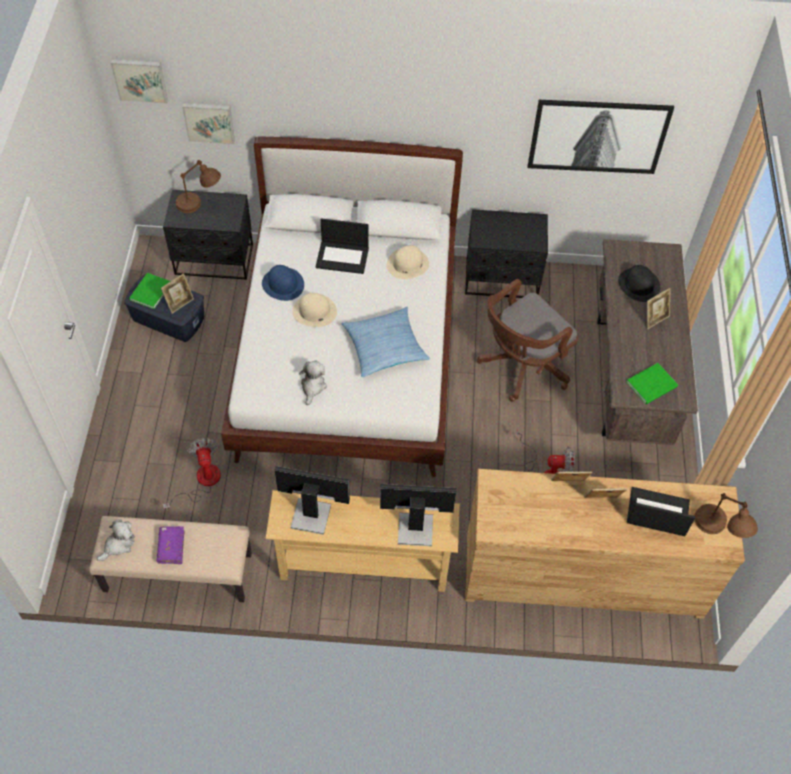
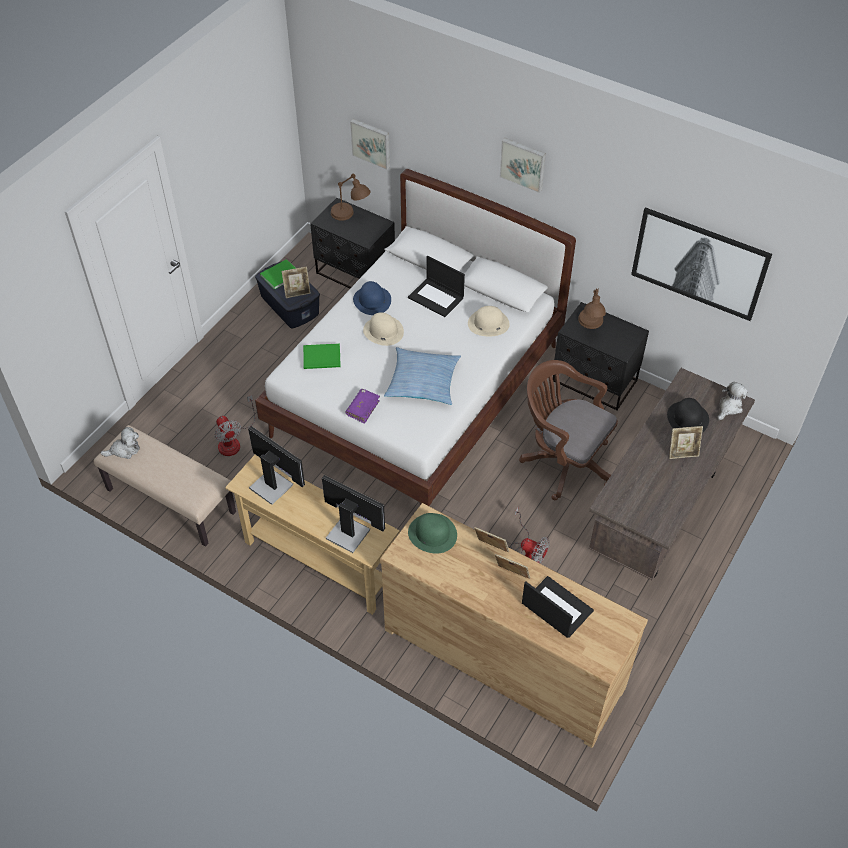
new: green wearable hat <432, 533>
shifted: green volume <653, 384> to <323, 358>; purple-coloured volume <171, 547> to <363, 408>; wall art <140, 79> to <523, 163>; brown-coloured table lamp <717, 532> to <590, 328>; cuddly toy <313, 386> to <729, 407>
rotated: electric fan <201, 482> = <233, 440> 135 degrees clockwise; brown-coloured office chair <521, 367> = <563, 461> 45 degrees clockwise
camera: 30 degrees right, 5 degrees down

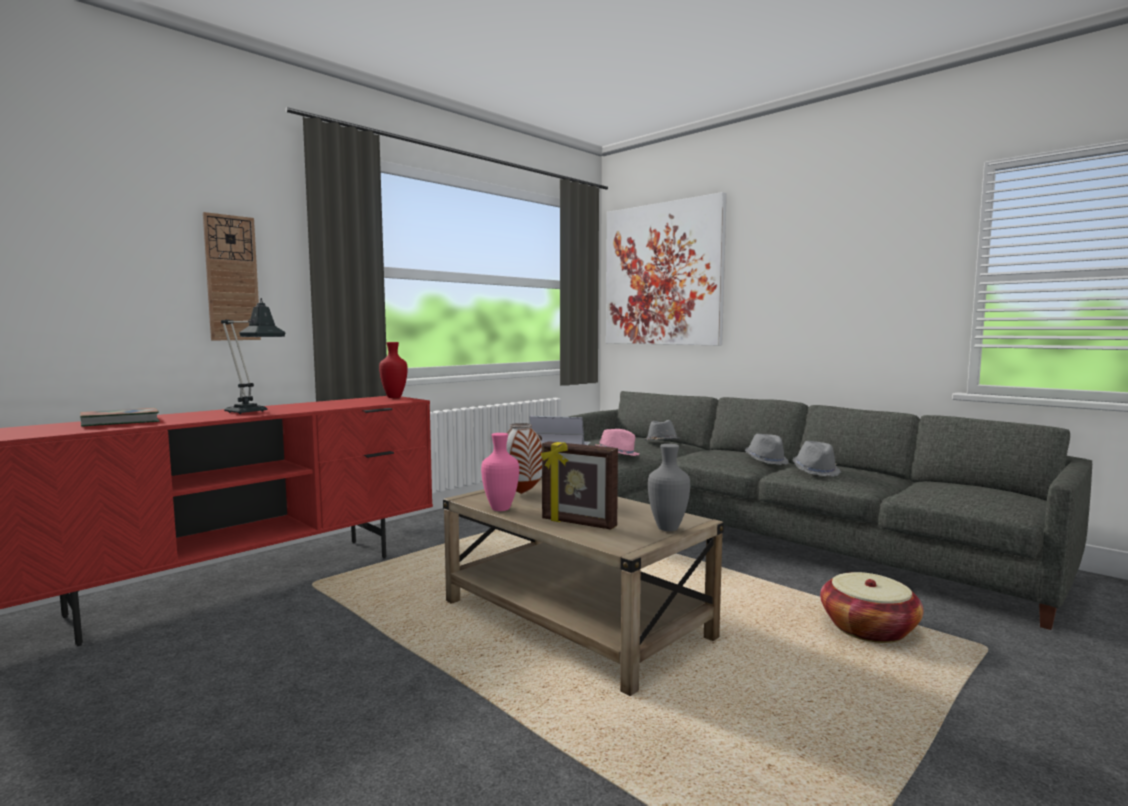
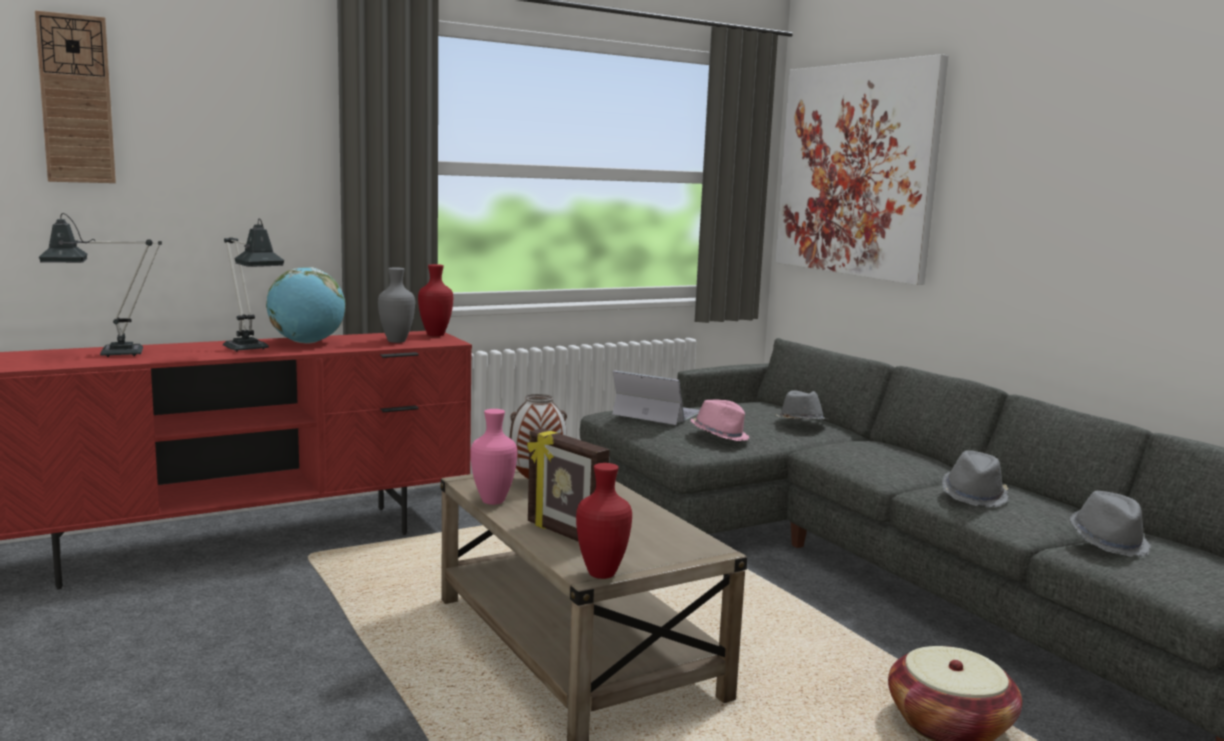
new: desk globe <307, 343>; reddish vase <600, 573>
shifted: hanging clock <232, 278> to <76, 99>; grey vase <669, 529> to <397, 341>; grey wearable hat <766, 460> to <1108, 542>
swapped: volume <120, 422> to table lamp <109, 354>
camera: 15 degrees right, 5 degrees up

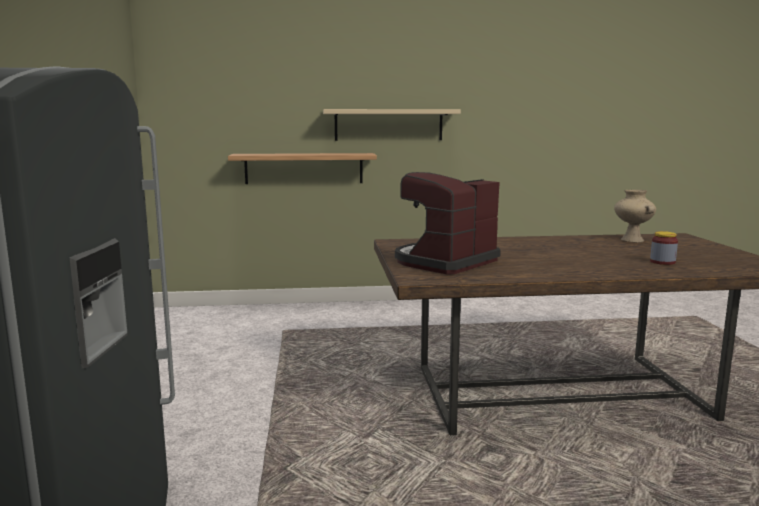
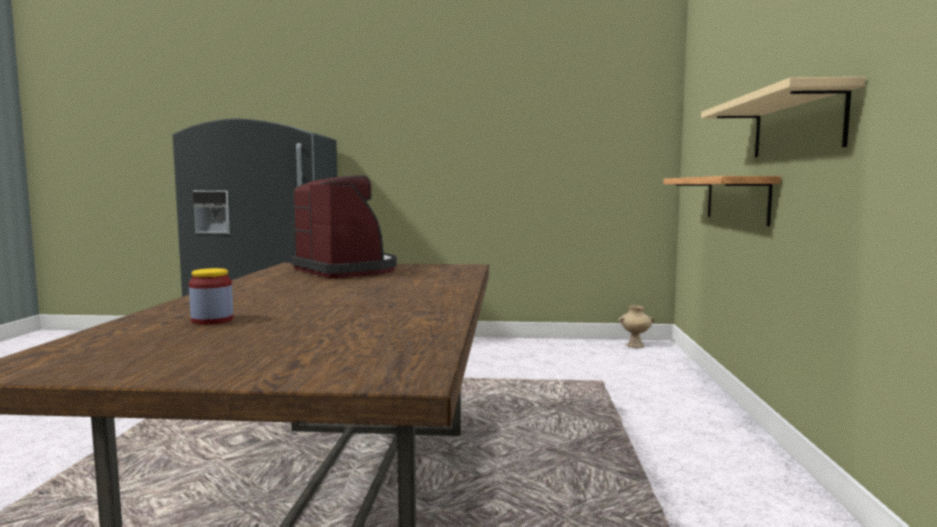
shifted: beige vase <631, 240> to <635, 345>
camera: 100 degrees right, 5 degrees down

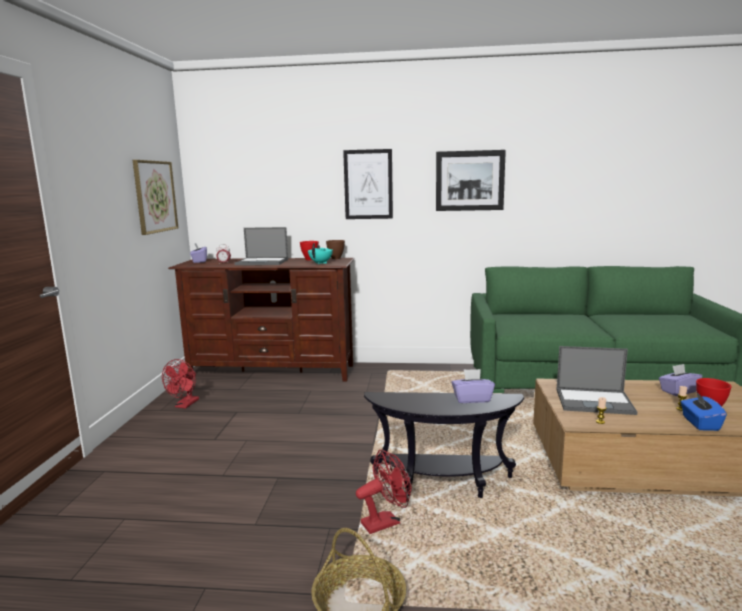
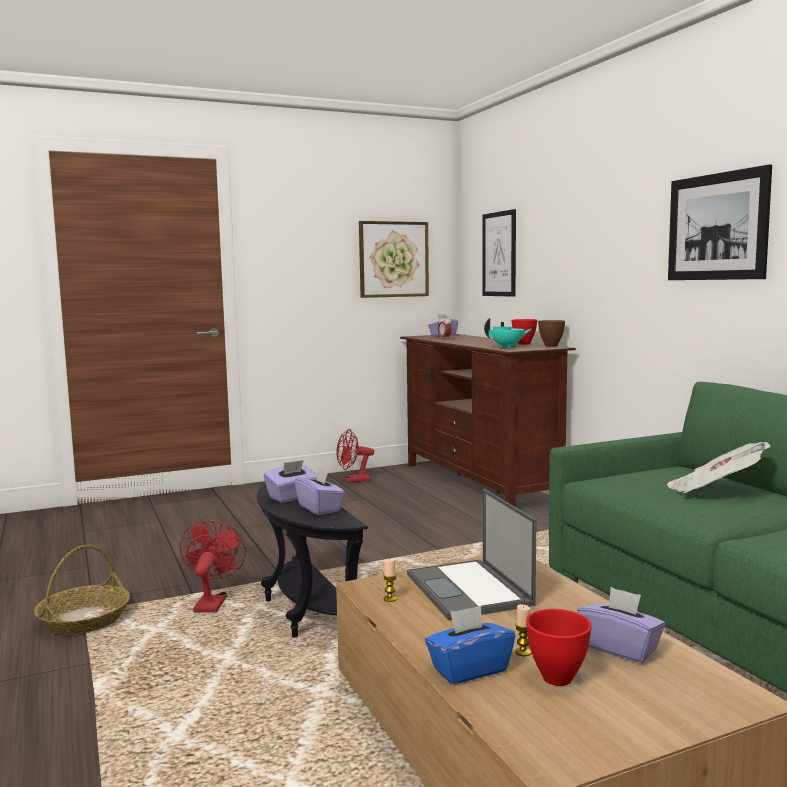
gone: laptop <263, 262>
new: purple-coloured box of tissues <293, 497>; newspaper <714, 491>
shifted: wall art <368, 184> to <499, 254>
rotated: reddish electric fan <385, 522> = <212, 602> 120 degrees counterclockwise
camera: 60 degrees right, 5 degrees down

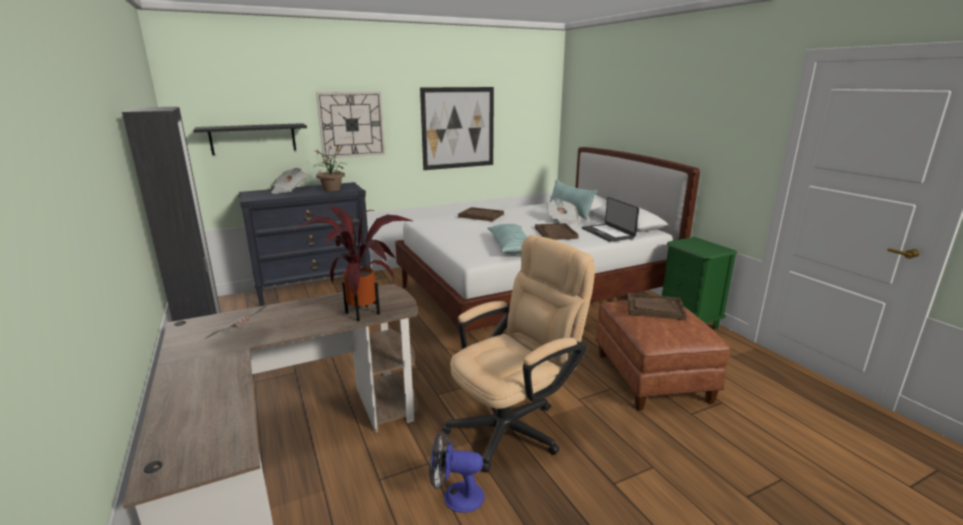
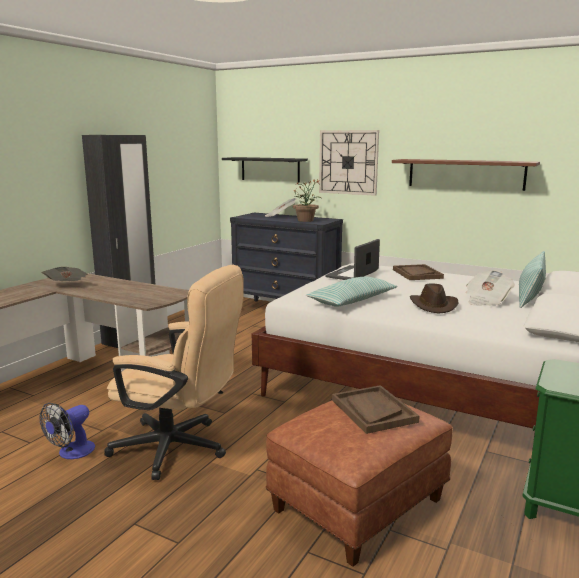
gone: houseplant <362, 311>
shifted: laptop <608, 233> to <353, 274>
swapped: wall art <458, 128> to brown-coloured wall shelf <465, 174>; brown-coloured tray <555, 233> to brown-coloured wearable hat <433, 305>
rotated: electric fan <456, 496> = <71, 453> 120 degrees counterclockwise
camera: 55 degrees right, 5 degrees down

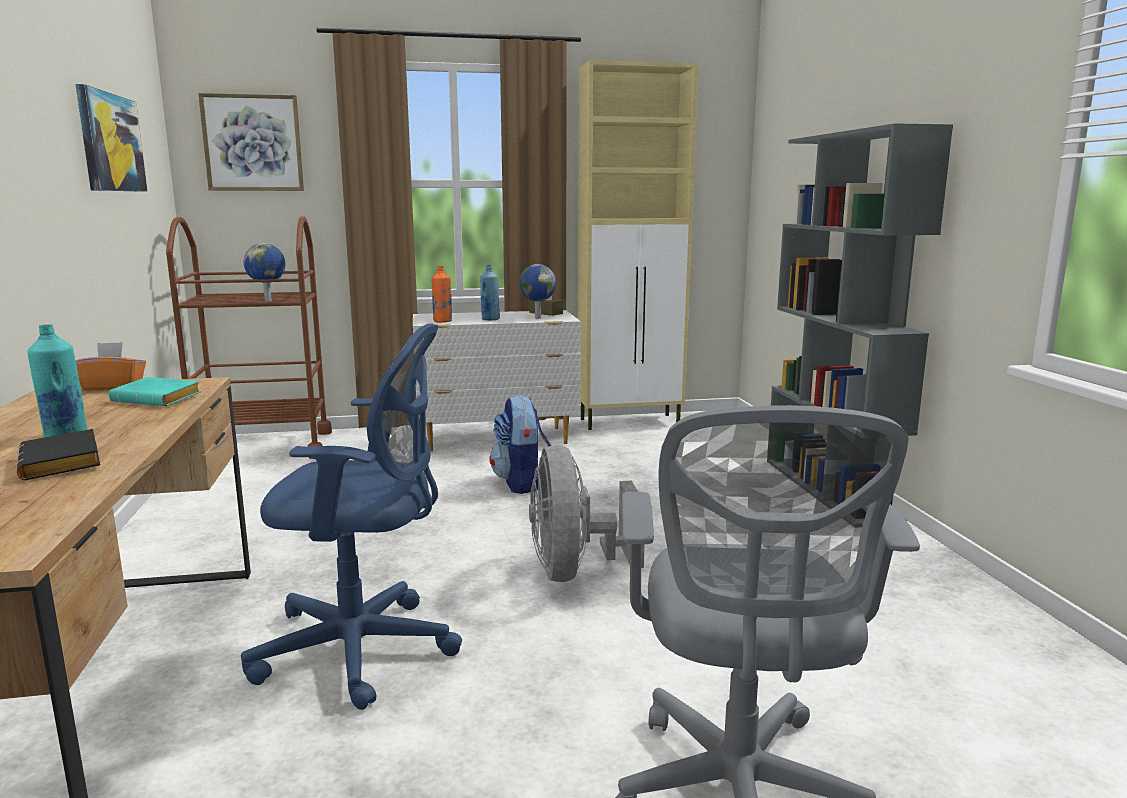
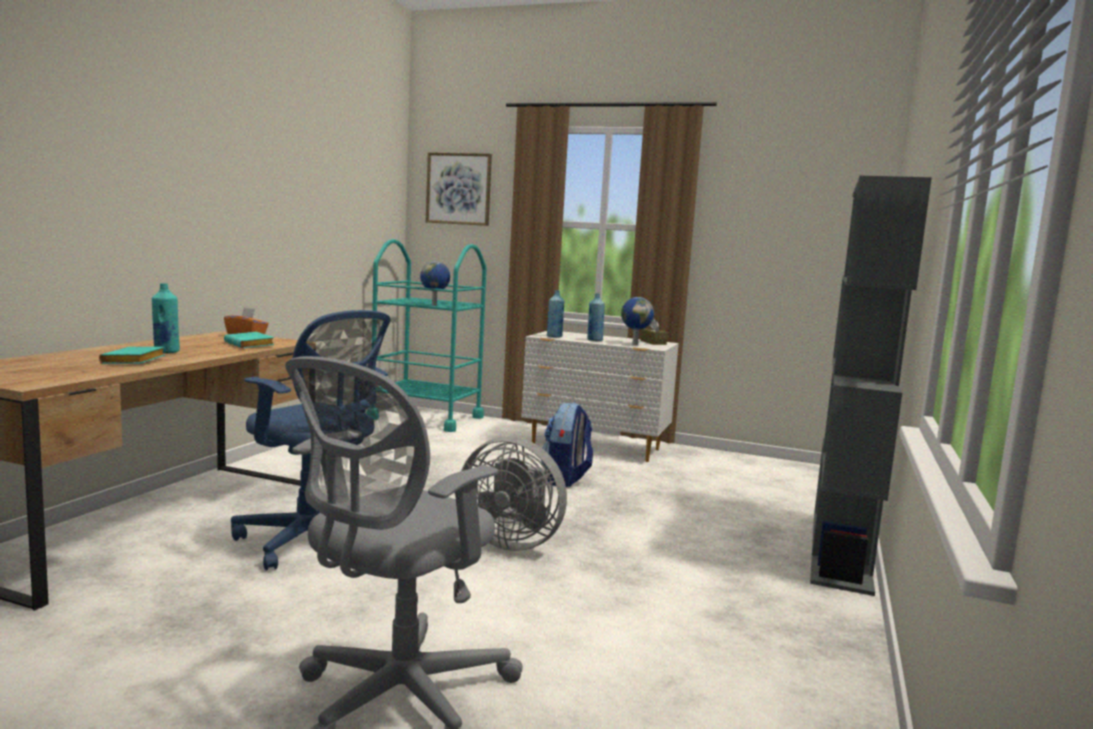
gone: wall art <110, 143>; beige cabinet <631, 422>
repainted: blackish volume <64, 464> to blue-green volume <134, 361>; brown-coloured trolley <263, 447> to blue-green trolley <426, 418>; orangey drink bottle <442, 321> to bluish drink bottle <554, 337>
rotated: grey electric fan <574, 571> = <511, 542> 90 degrees counterclockwise
camera: 30 degrees right, 5 degrees down

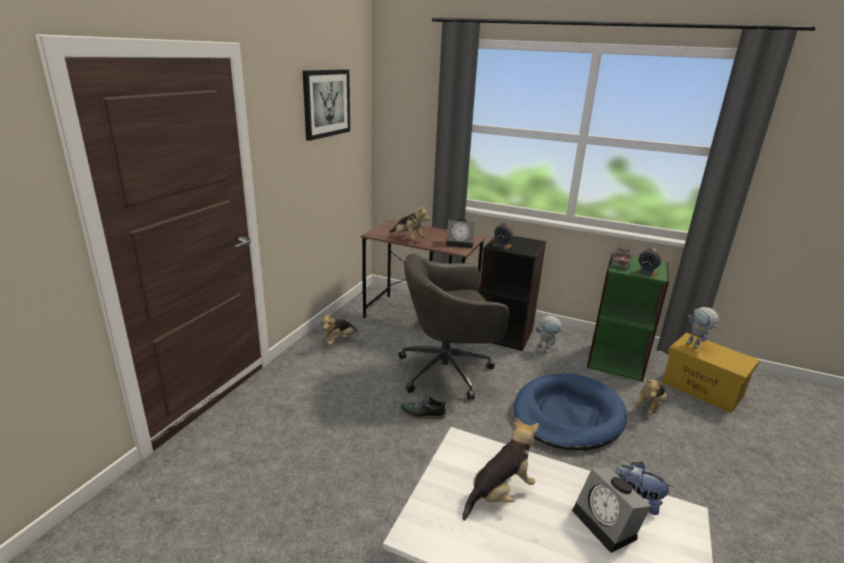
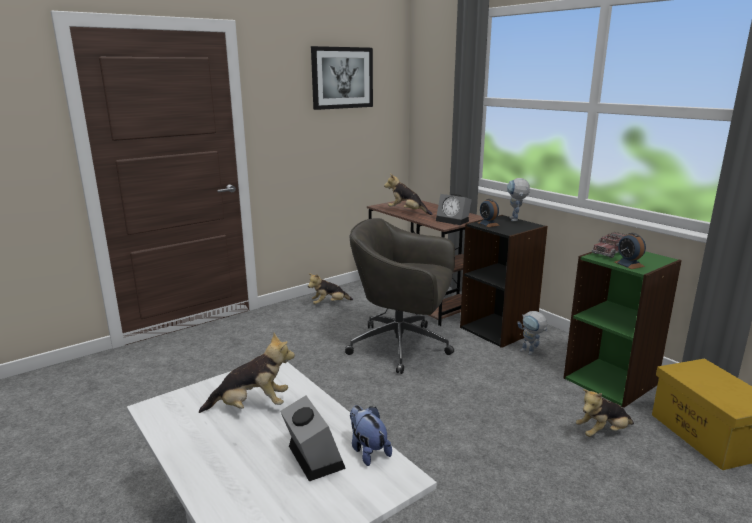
gone: low shoe <422, 413>; bluish dog bed <567, 415>
shifted: toy robot <696, 346> to <515, 220>
rotated: bedside clock <607, 525> = <312, 457> 150 degrees clockwise; cuddly toy <408, 238> = <407, 212> 135 degrees clockwise
camera: 30 degrees right, 5 degrees down

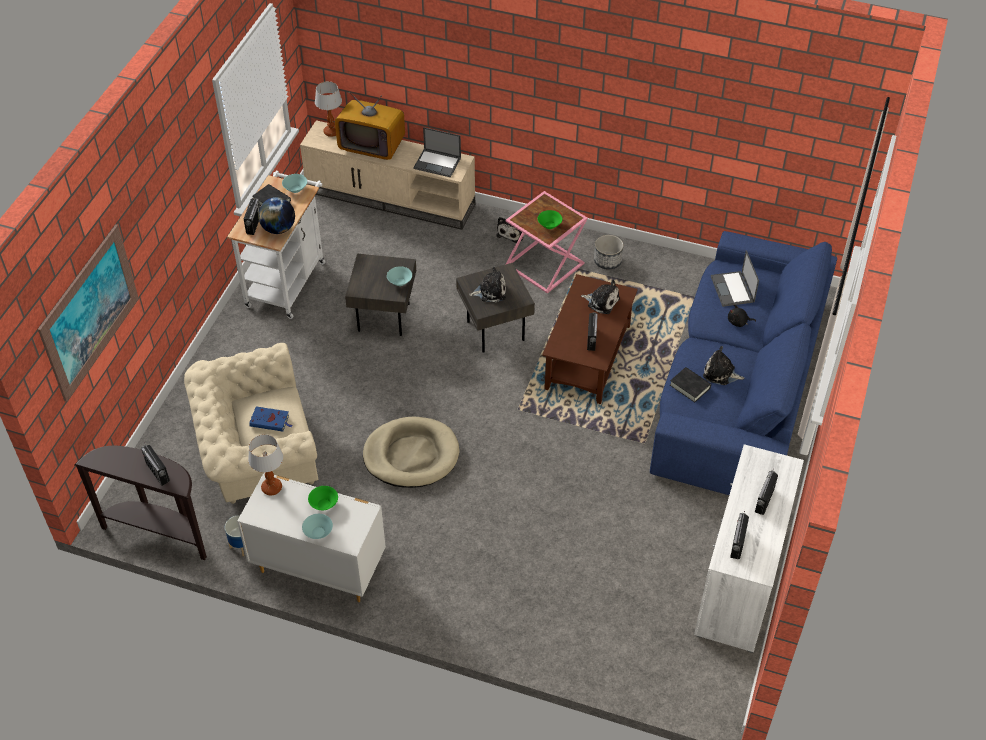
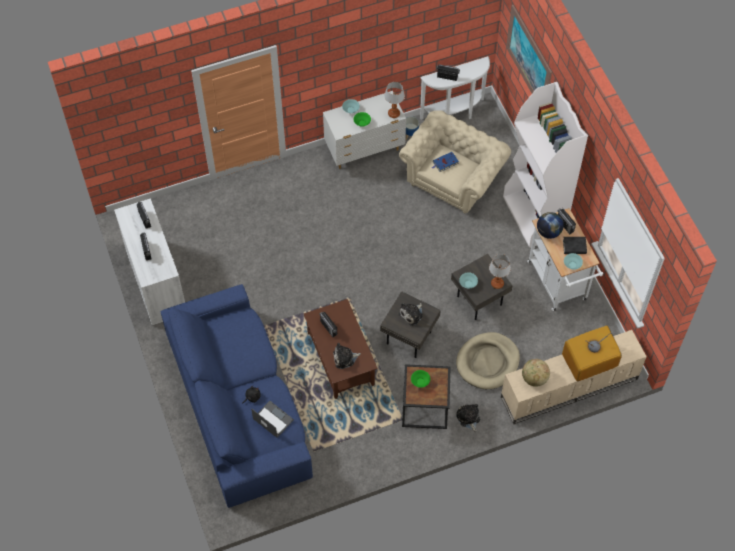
gone: planter <607, 261>; blackish volume <690, 386>; cuddly toy <720, 373>
new: white-coloured bookcase <534, 217>
shifted: beige dog bed <411, 455> to <487, 362>; table lamp <331, 132> to <497, 283>
swapped: laptop <438, 163> to desk globe <534, 378>
repainted: pink-coloured end table <546, 265> to blackish end table <424, 408>; brown-coloured hall table <159, 532> to white-coloured hall table <455, 114>
camera: 140 degrees right, 10 degrees up

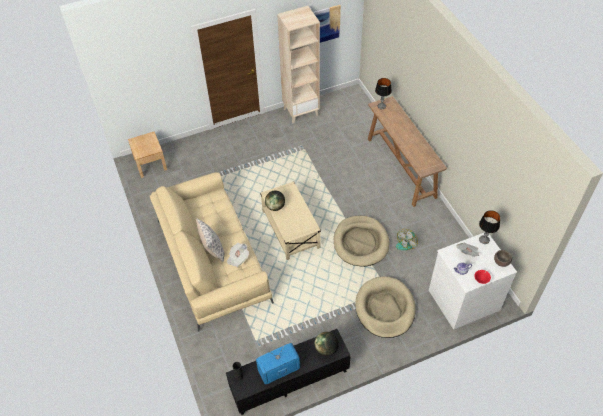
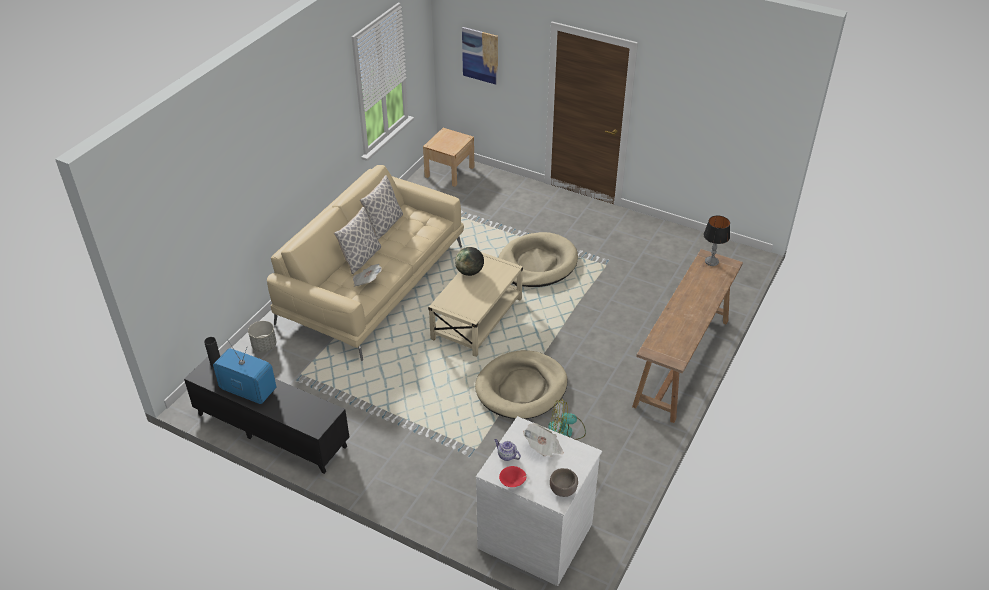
gone: beige bookcase <301, 111>; desk globe <326, 349>; table lamp <484, 240>
new: grey planter <264, 346>; pillow <384, 225>
shifted: wall art <326, 24> to <480, 55>; beige dog bed <385, 308> to <537, 263>
camera: 50 degrees right, 10 degrees down

